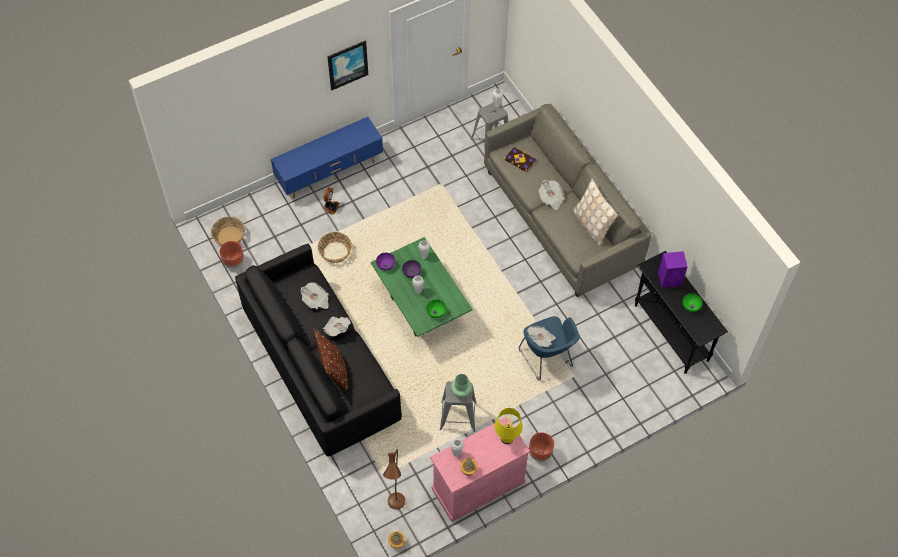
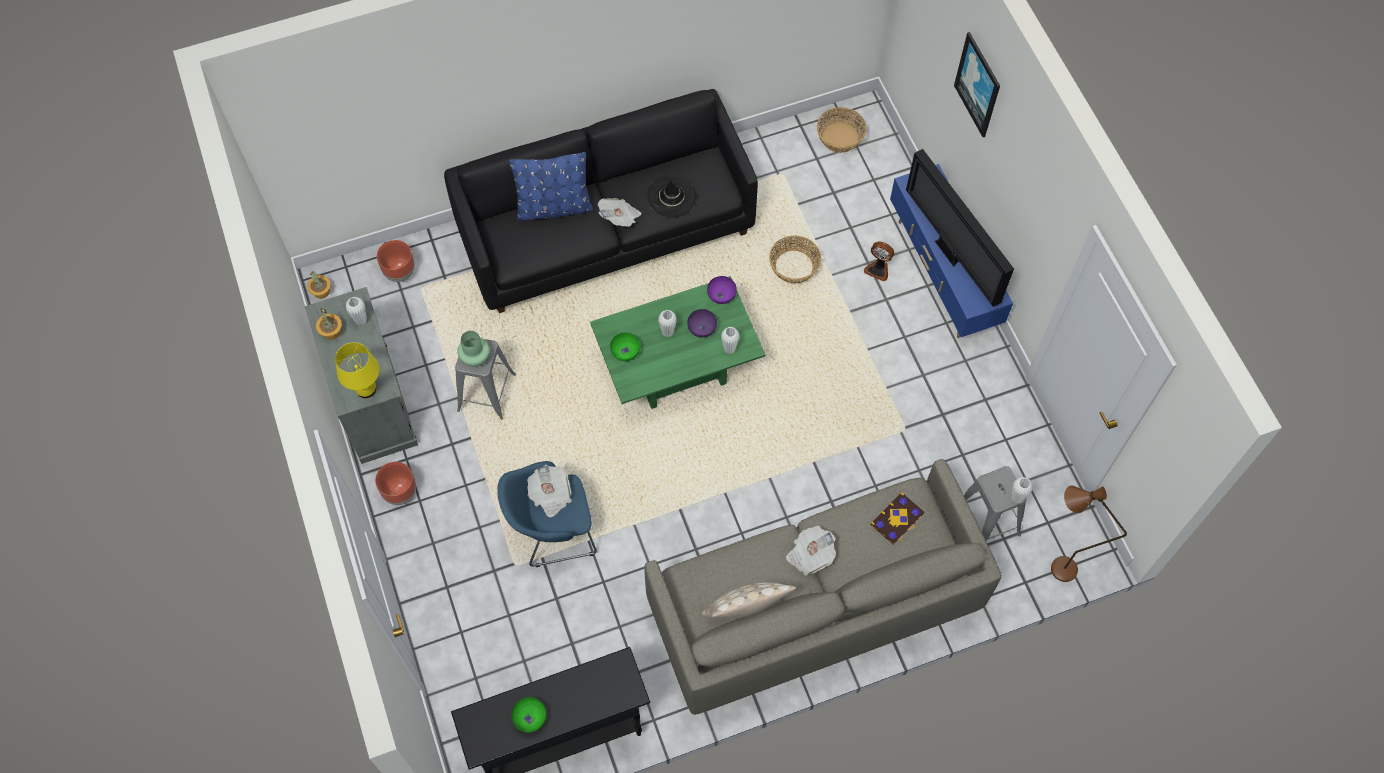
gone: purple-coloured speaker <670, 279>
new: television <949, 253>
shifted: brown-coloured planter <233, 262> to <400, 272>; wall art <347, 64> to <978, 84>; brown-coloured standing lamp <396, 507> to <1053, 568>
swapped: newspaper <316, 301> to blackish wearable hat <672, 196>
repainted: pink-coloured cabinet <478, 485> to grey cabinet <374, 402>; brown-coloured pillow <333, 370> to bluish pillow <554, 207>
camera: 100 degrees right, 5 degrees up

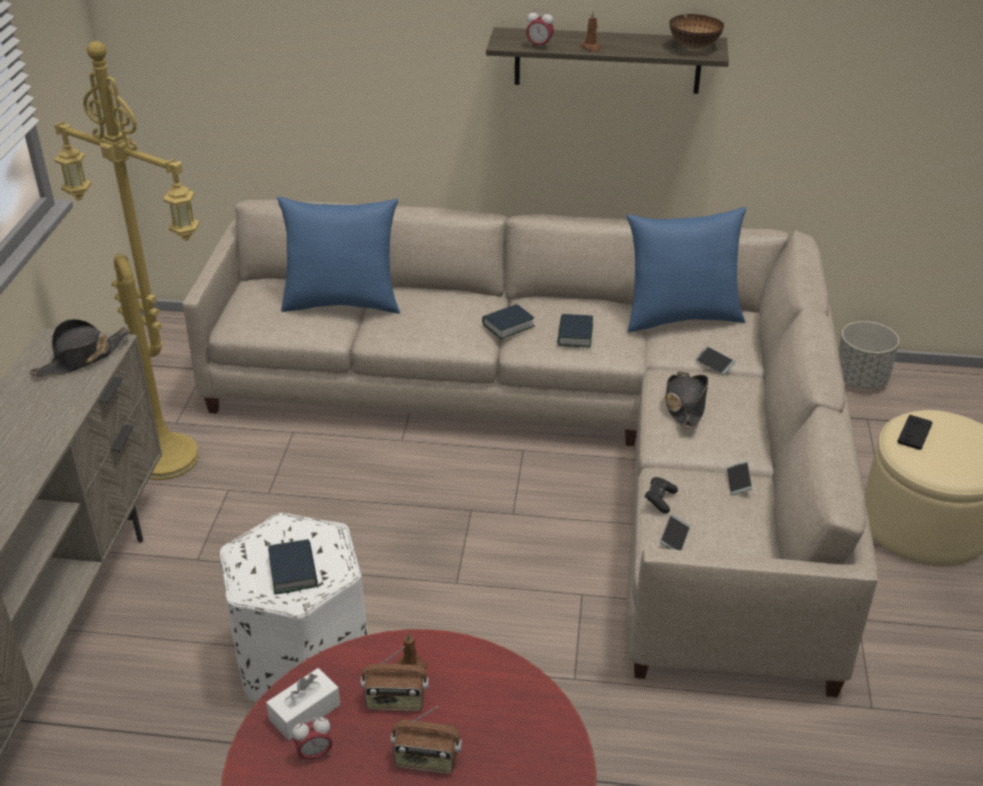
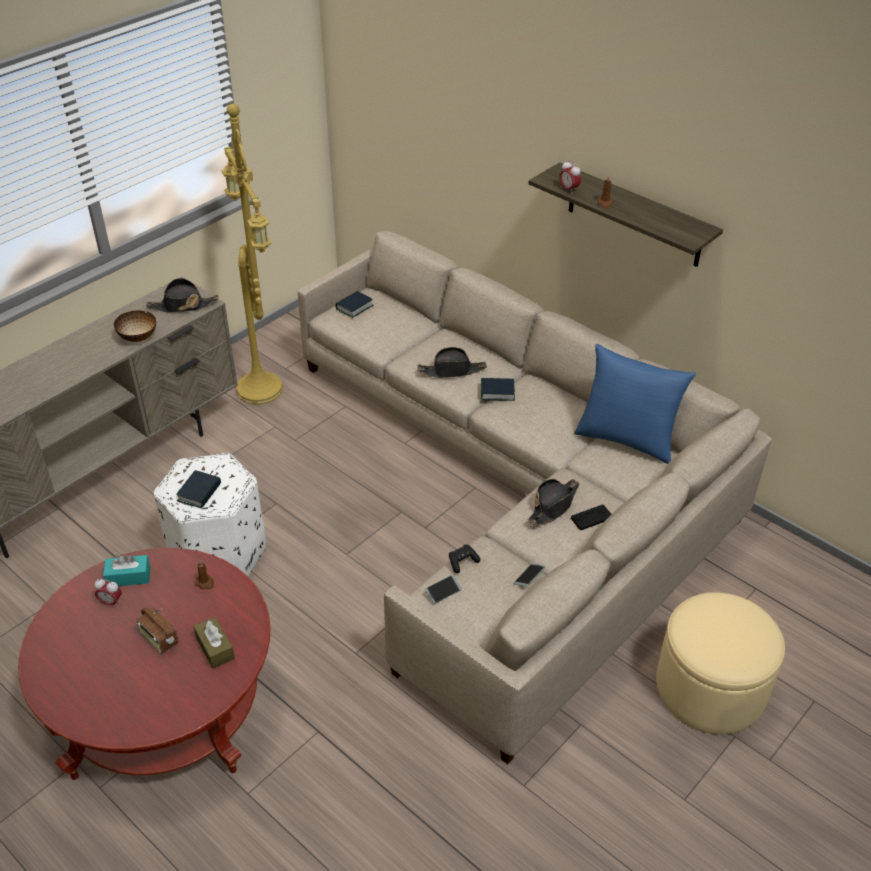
gone: bluish pillow <342, 302>; radio set <395, 701>; phone <714, 364>; grey planter <860, 379>
new: brown-coloured box of tissues <215, 648>; blackish wearable hat <452, 370>
shifted: deep dish <695, 47> to <138, 338>; volume <575, 335> to <354, 307>; blackish game controller <914, 433> to <591, 518>
repainted: white-coloured box of tissues <305, 712> to blue-green box of tissues <128, 577>
camera: 35 degrees right, 5 degrees up

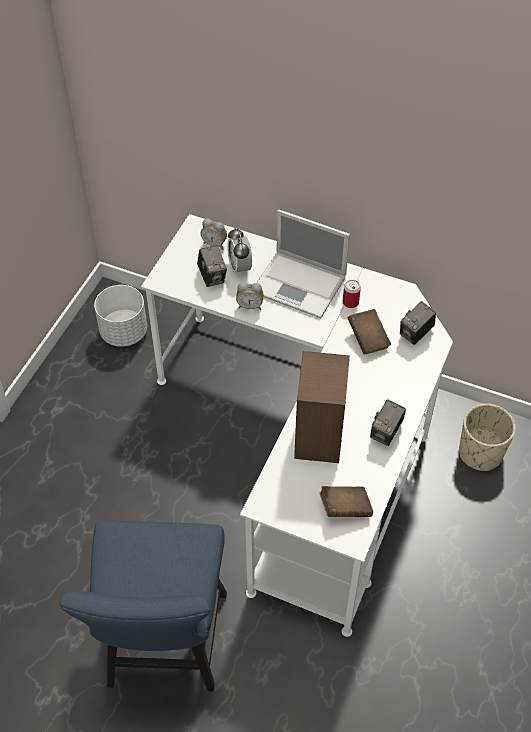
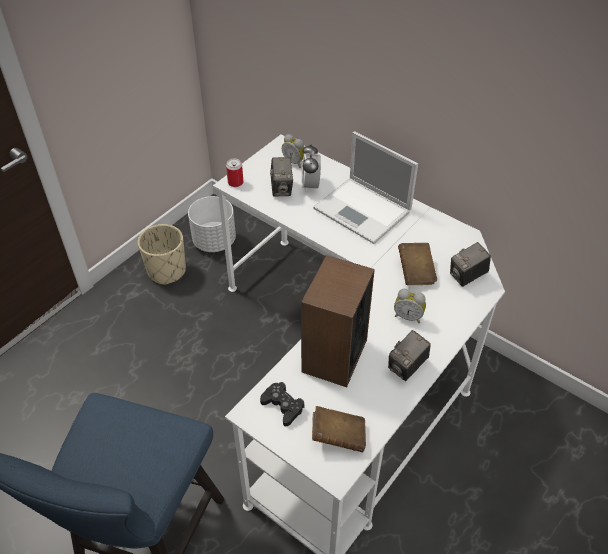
new: blackish game controller <283, 406>
shifted: beige planter <480, 453> to <167, 271>; can <350, 302> to <235, 182>; bedside clock <250, 306> to <408, 316>
camera: 15 degrees right, 5 degrees down

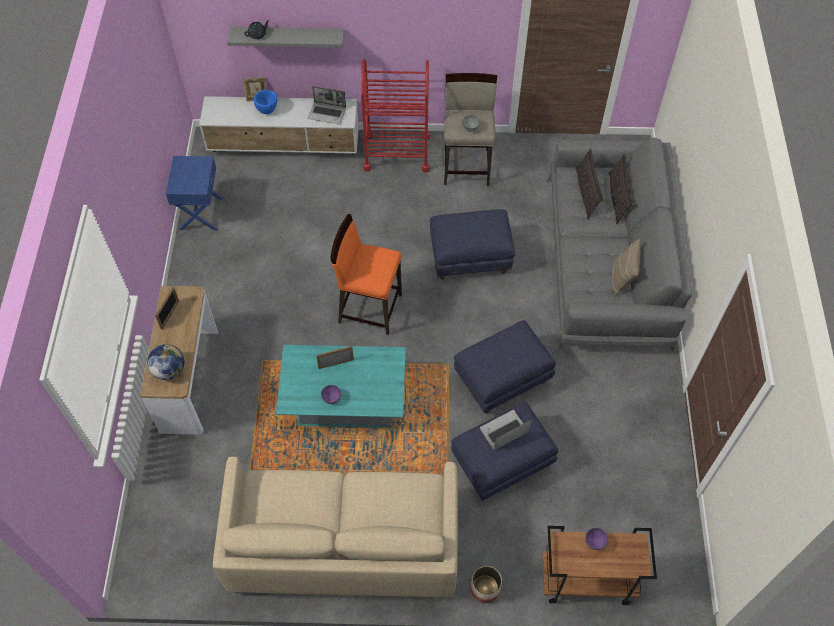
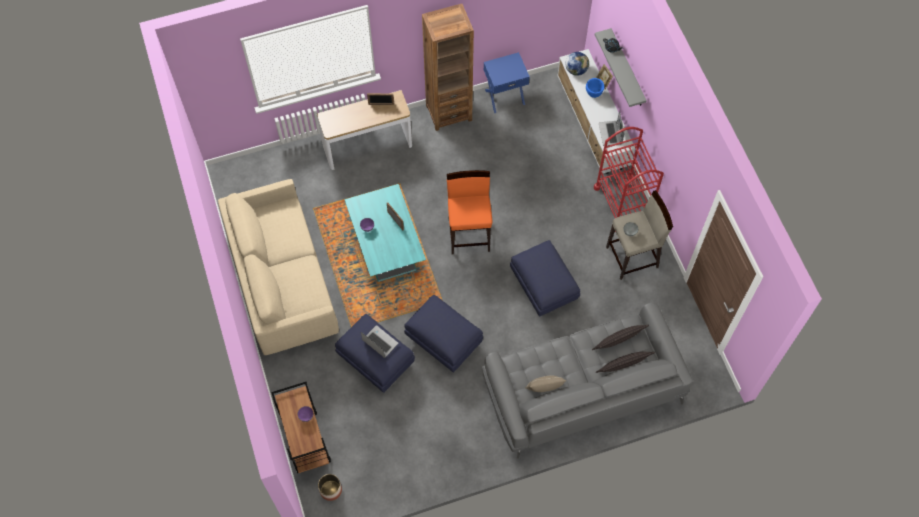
new: brown-coloured bookcase <448, 113>
shifted: planter <484, 588> to <330, 490>; desk globe <169, 370> to <576, 70>
camera: 70 degrees right, 5 degrees up

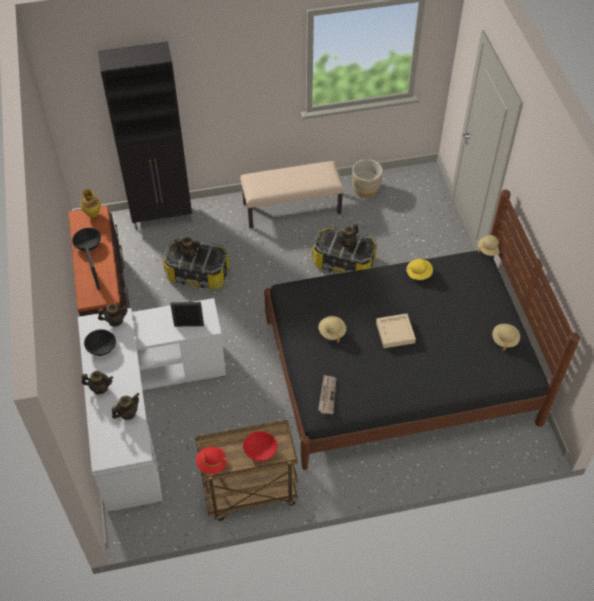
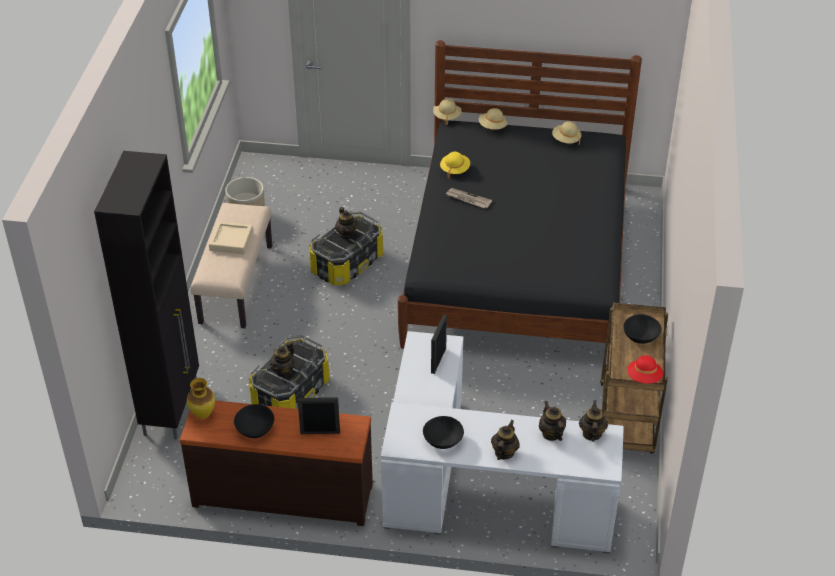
shifted: beige tray <395, 333> to <231, 241>; newspaper <327, 395> to <468, 199>; beige wearable hat <332, 332> to <492, 127>; pot for tea <115, 321> to <591, 434>
repainted: reddish deep dish <260, 451> to blackish deep dish <641, 337>
camera: 70 degrees left, 10 degrees down

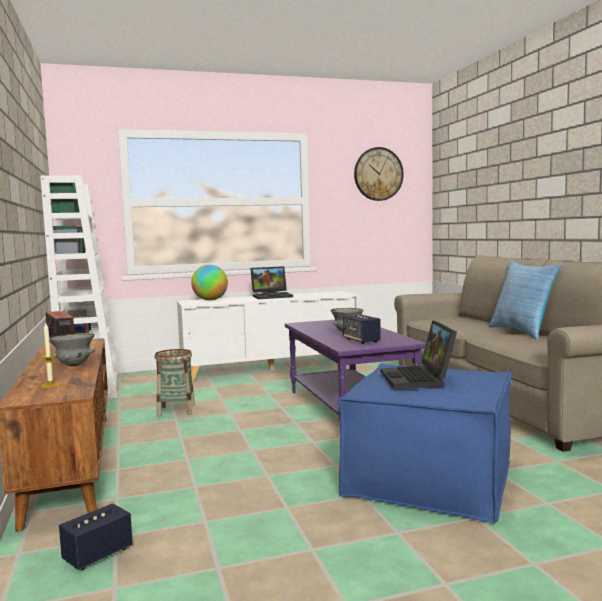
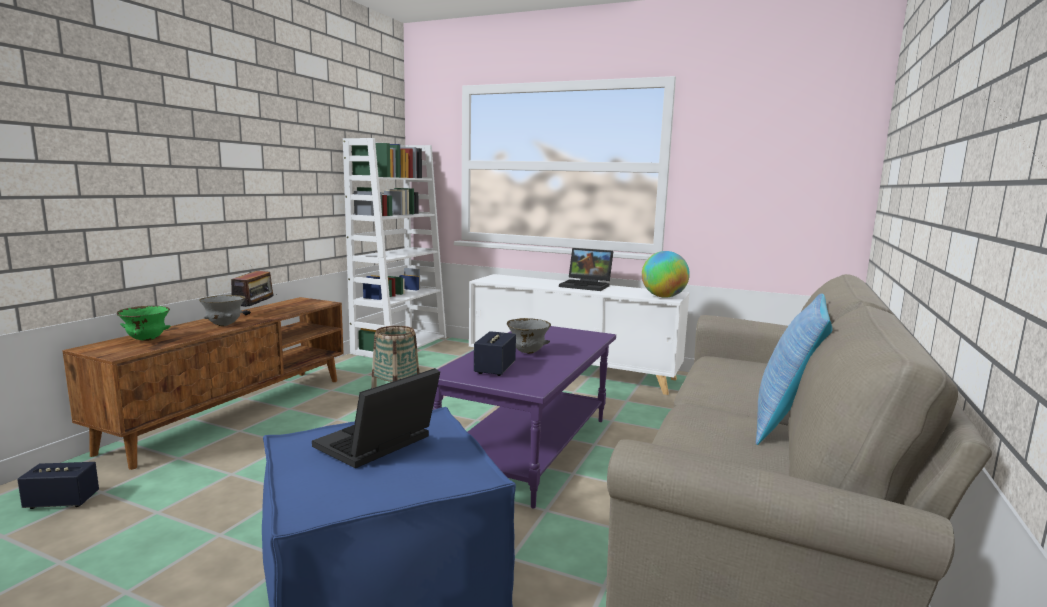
gone: hanging clock <378, 174>
shifted: desk globe <210, 300> to <663, 297>
swapped: wax light <50, 385> to green deep dish <146, 340>
camera: 40 degrees right, 5 degrees up

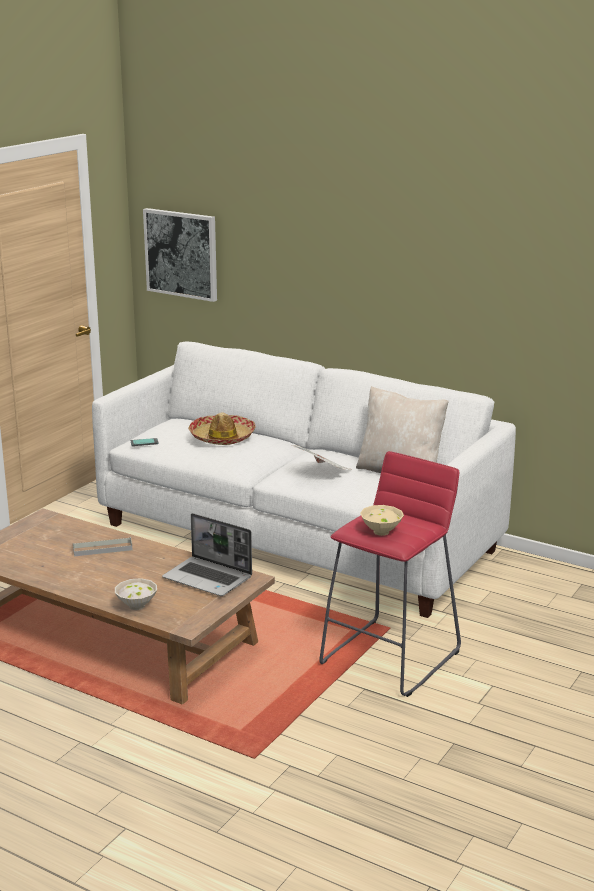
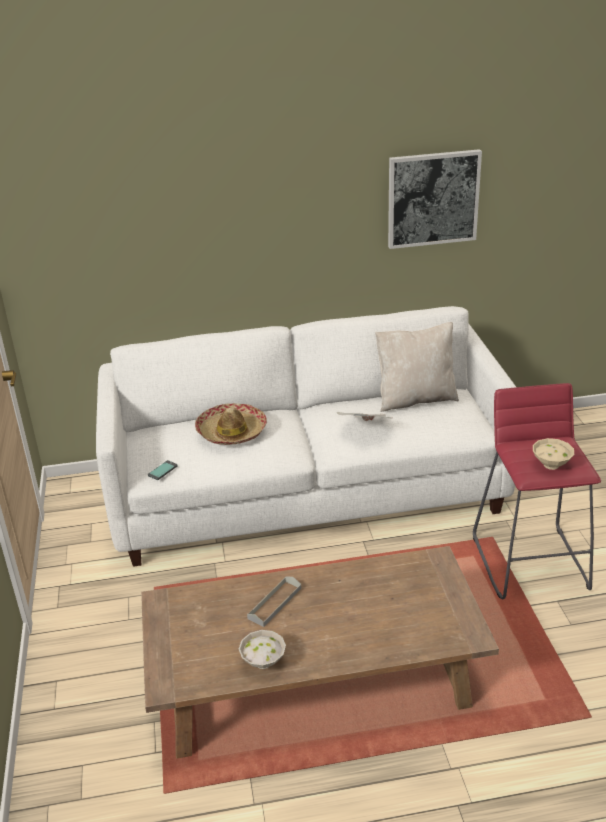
gone: laptop <209, 578>
shifted: white-coloured deep dish <136, 606> to <264, 663>; wall art <181, 254> to <433, 198>
camera: 40 degrees left, 10 degrees up

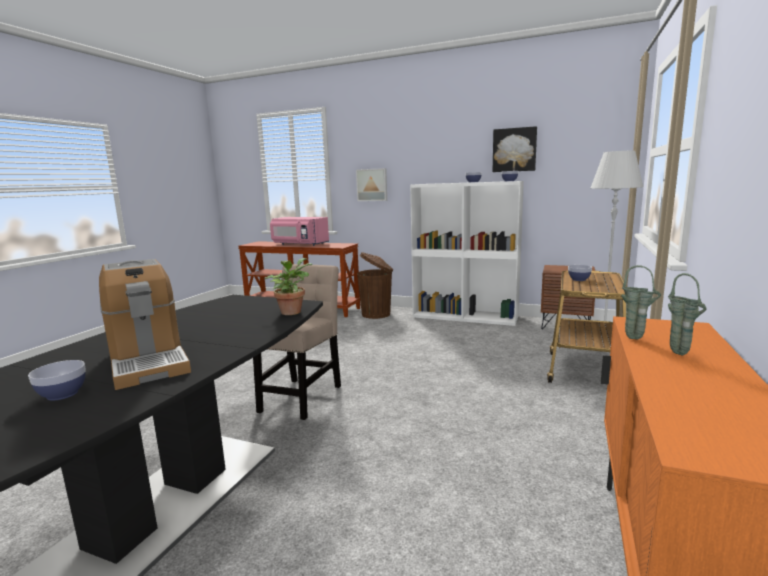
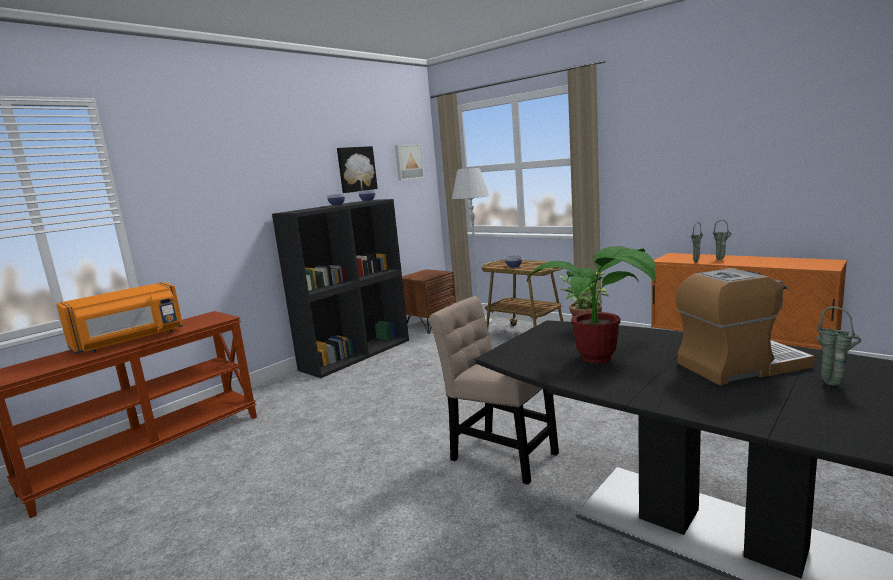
gone: brown-coloured rubbish bin <377, 314>
new: houseplant <601, 359>
shifted: wall art <372, 185> to <408, 162>
swapped: deep dish <62, 394> to green vase <834, 385>
repainted: pink-coloured microwave <299, 244> to orangey microwave <130, 341>; white-coloured bookcase <466, 316> to blackish bookcase <356, 354>
camera: 70 degrees left, 0 degrees up

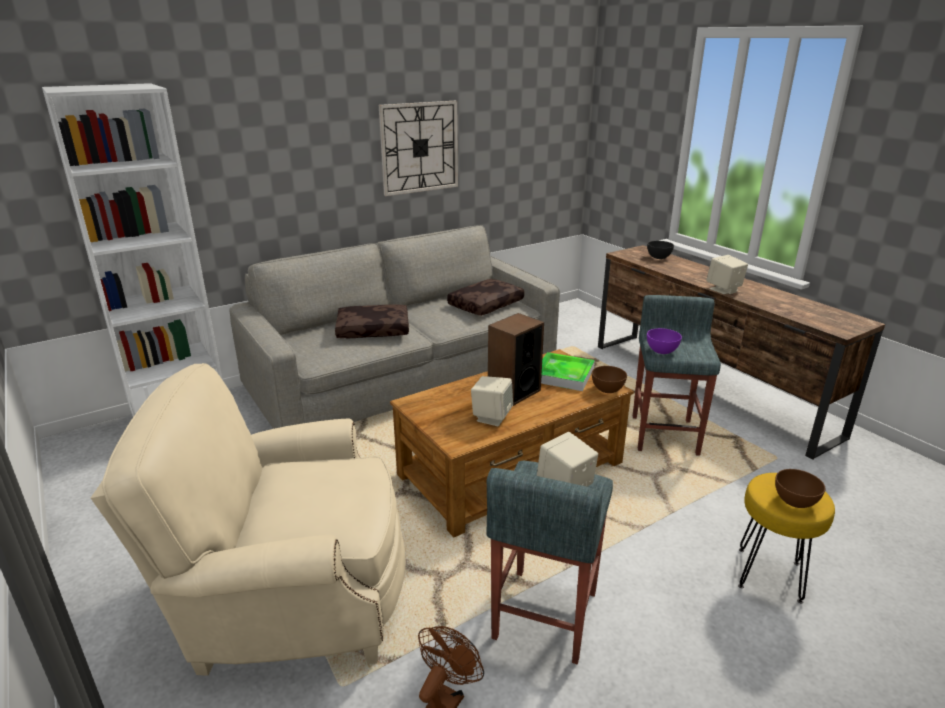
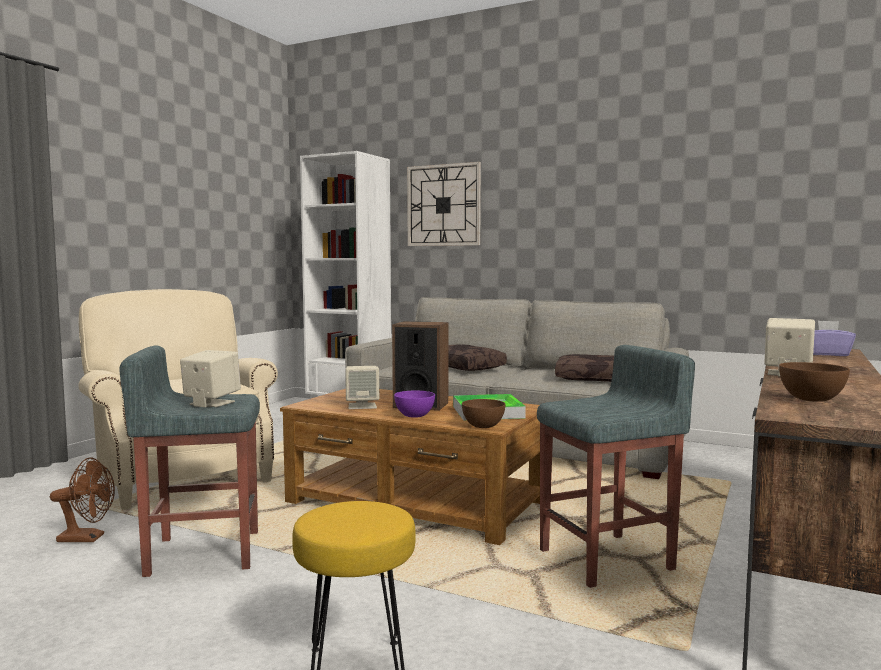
shifted: purple-coloured deep dish <662, 351> to <415, 416>; hanging clock <419, 147> to <443, 205>; brown-coloured deep dish <795, 501> to <812, 399>
swapped: grey deep dish <658, 257> to purple-coloured box of tissues <826, 354>
camera: 60 degrees right, 20 degrees down

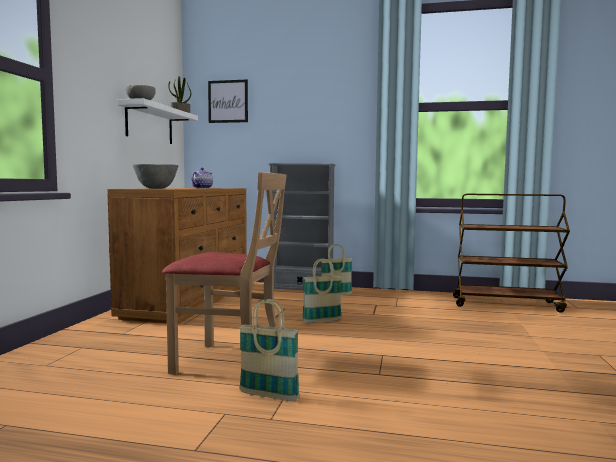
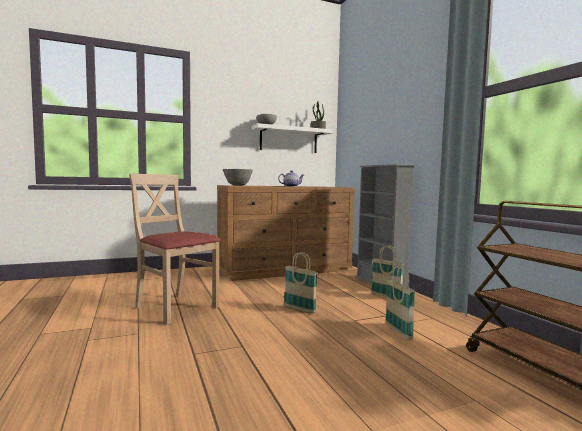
gone: wall art <228, 101>
shifted: storage basket <268, 396> to <398, 331>
rotated: beige chair <228, 362> = <176, 307> 150 degrees clockwise
camera: 55 degrees right, 0 degrees up

